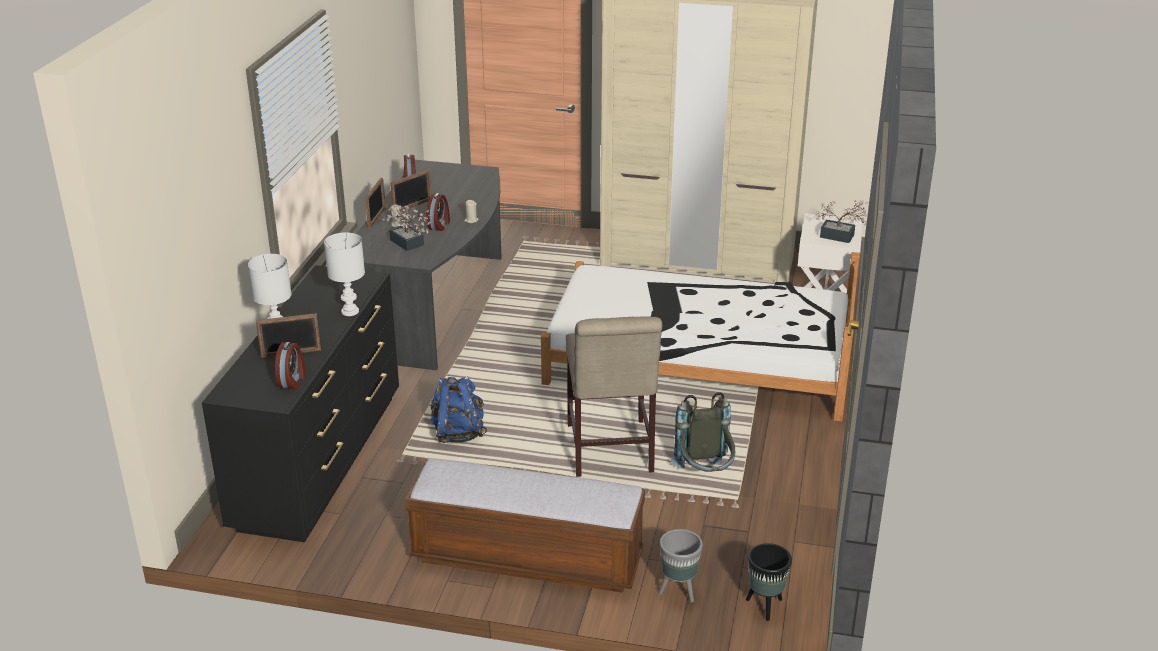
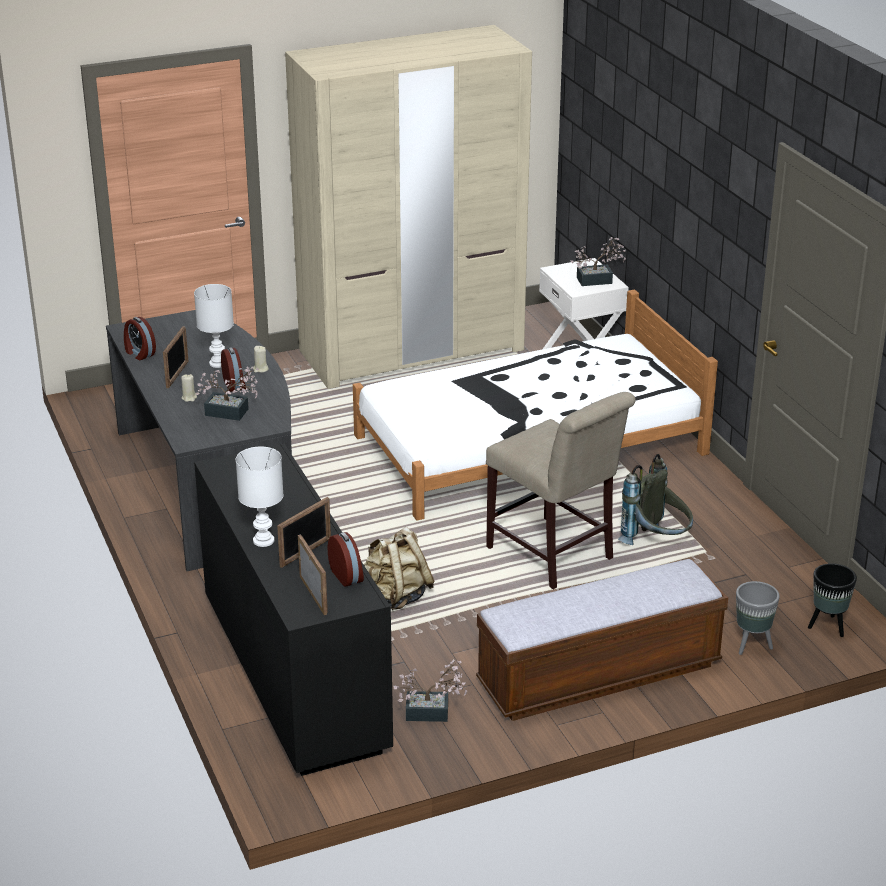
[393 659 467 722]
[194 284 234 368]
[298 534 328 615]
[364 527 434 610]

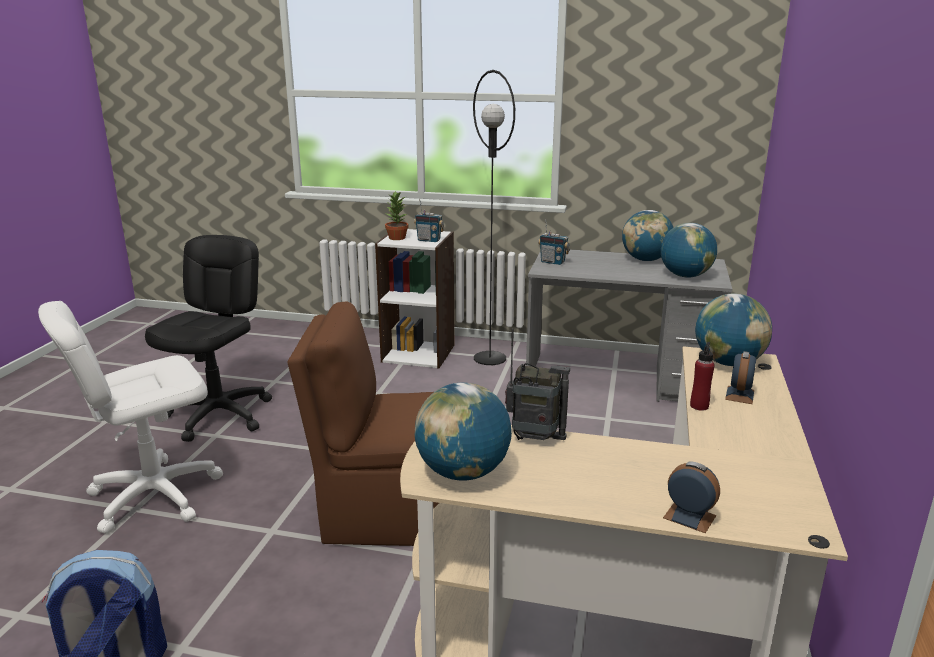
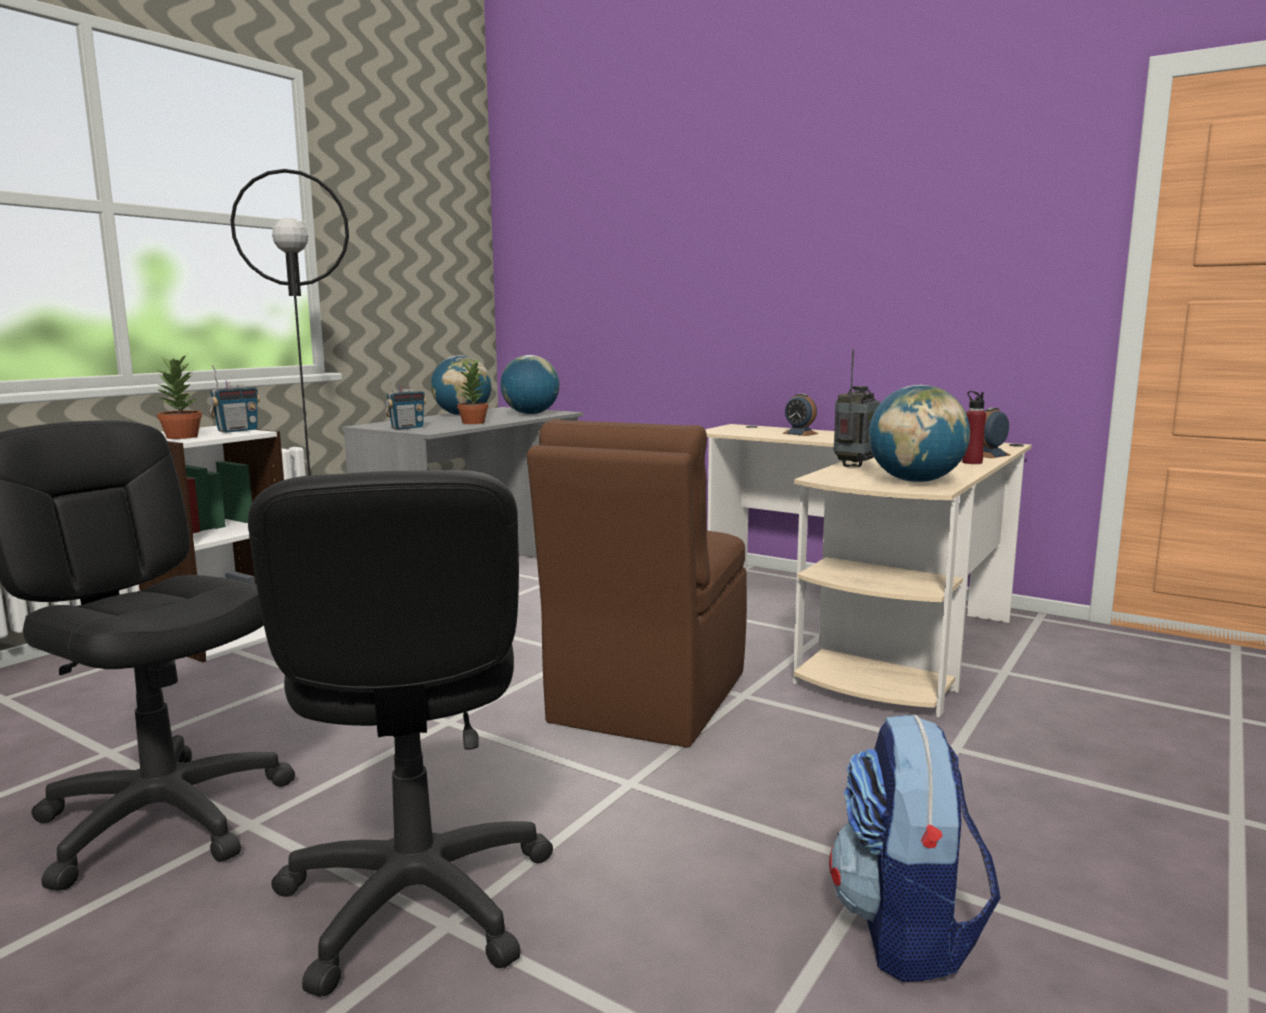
[695 294 772 366] (first image)
[457 359 488 424]
[962 391 986 464]
[248 470 553 997]

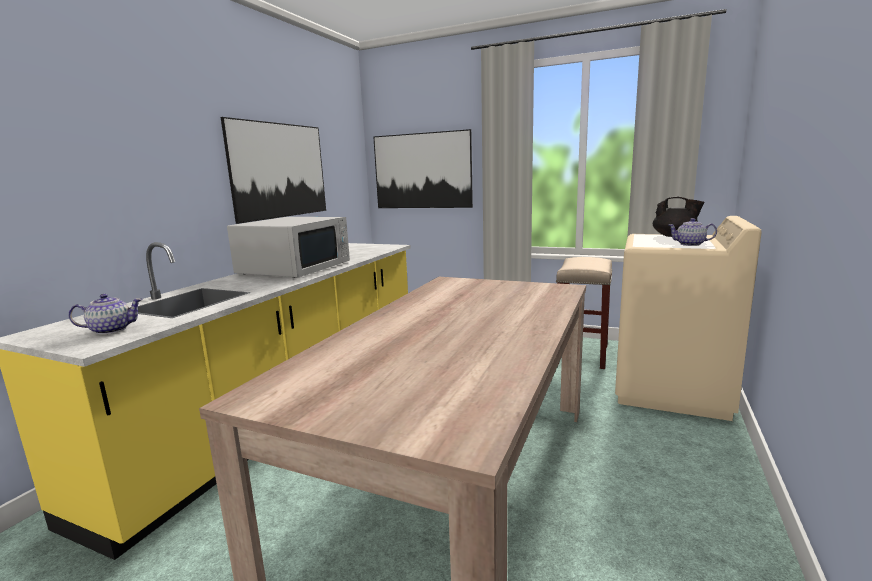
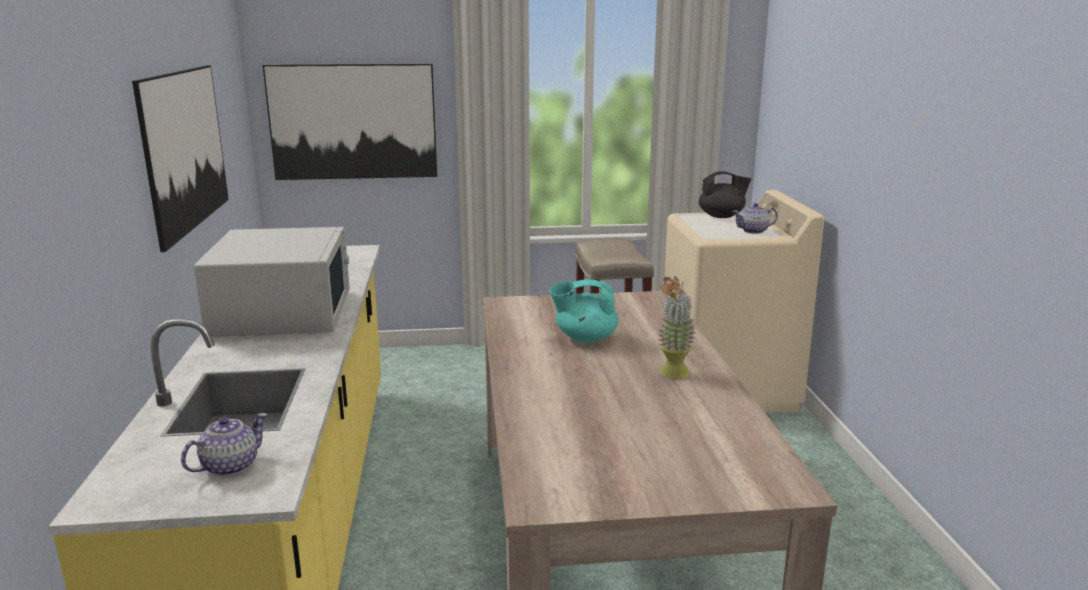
[550 280 618 343]
[657 276 696 379]

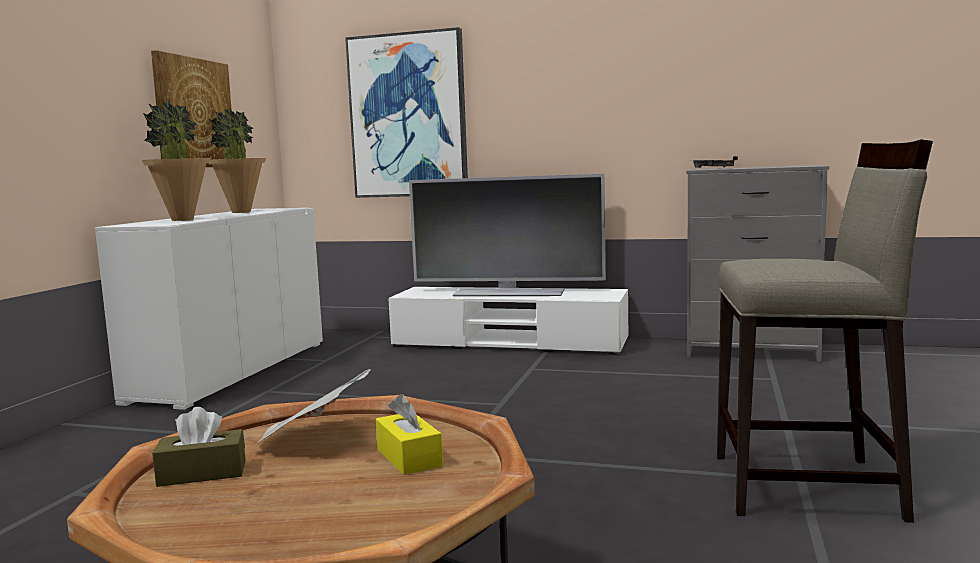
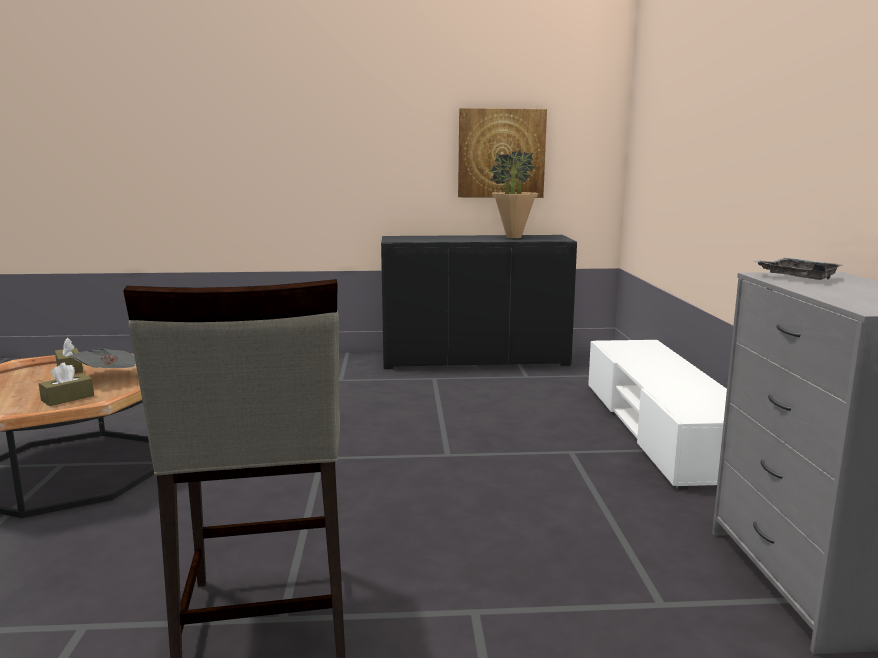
[142 100 211 221] (first image)
[345 27 468 198] (first image)
[409 174 606 296] (first image)
[381 235 577 369]
[39 363 94 406]

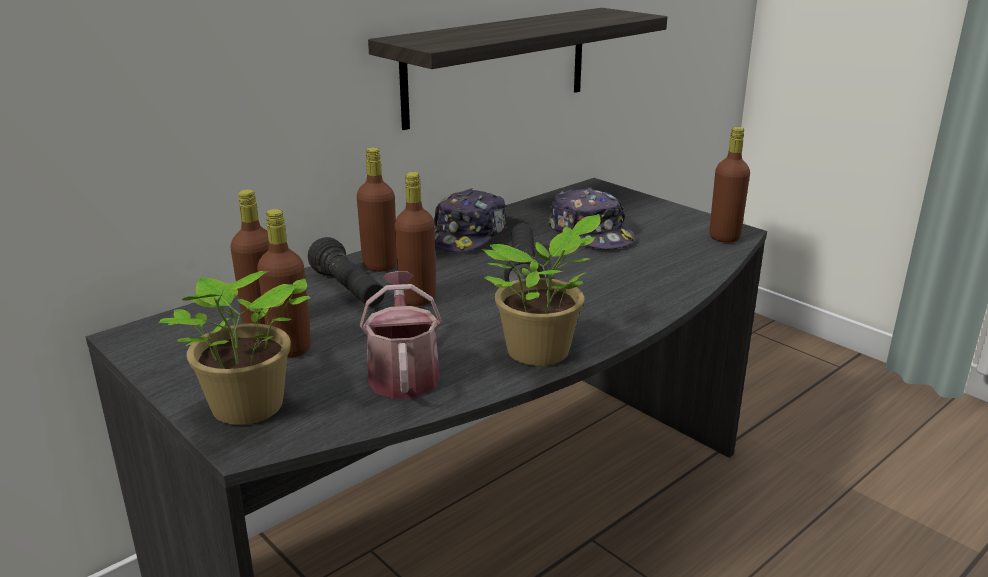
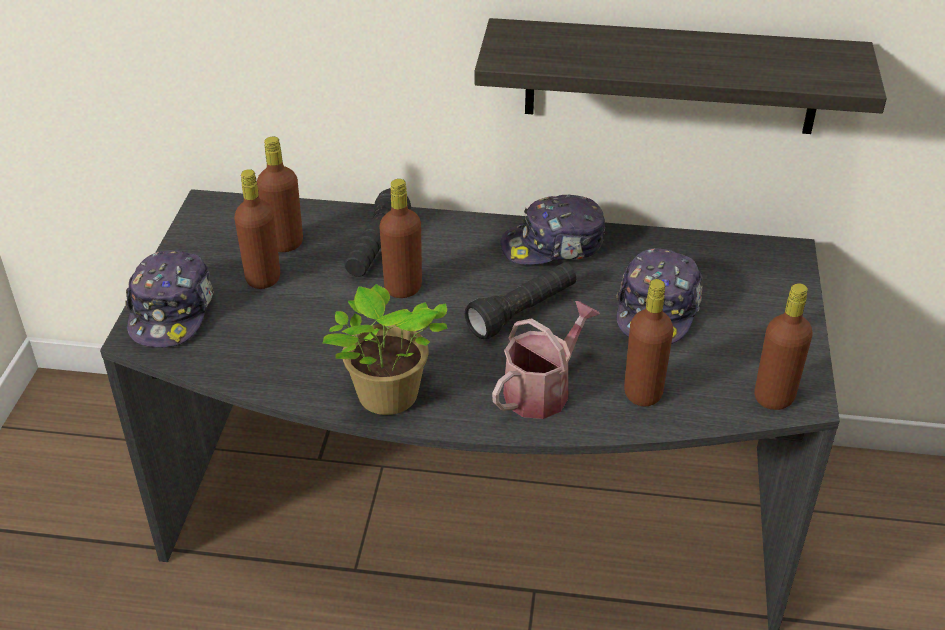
[624 279 673 406]
[492 301 600 419]
[125 250 214 348]

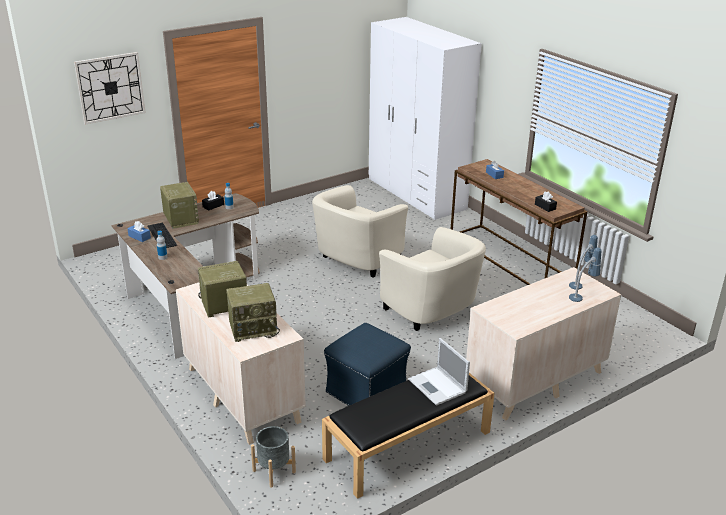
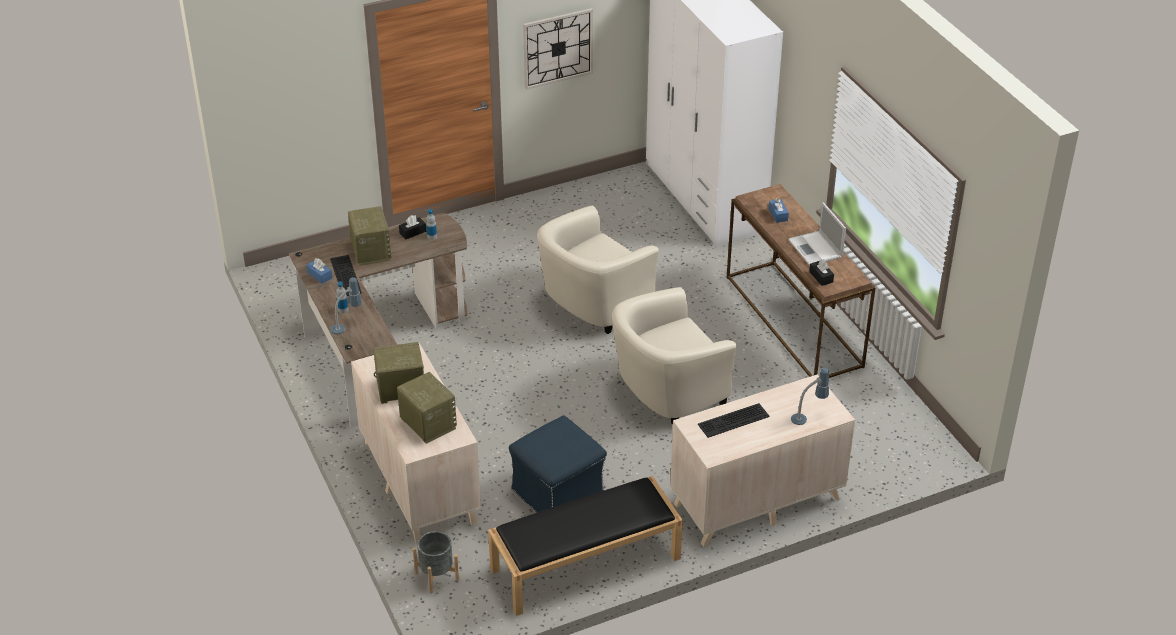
[698 403 770 438]
[523 8 593 90]
[788 202 846 266]
[331 277 362 334]
[397 372 457 444]
[612 287 737 425]

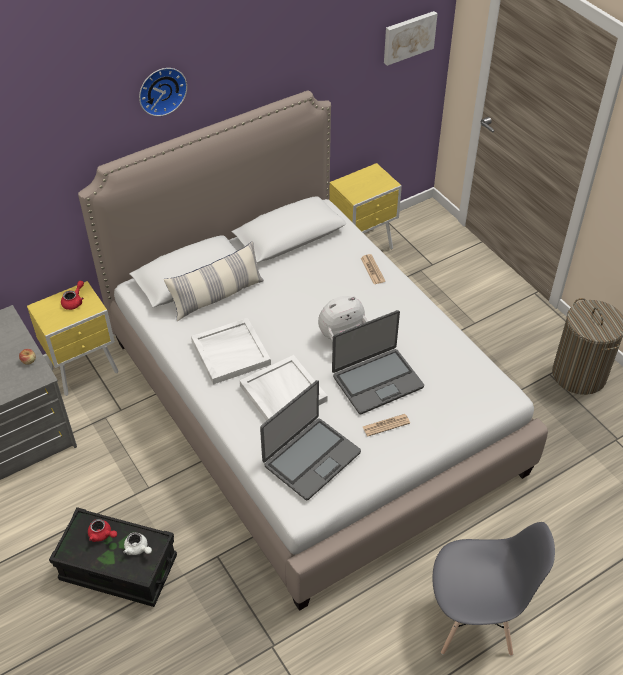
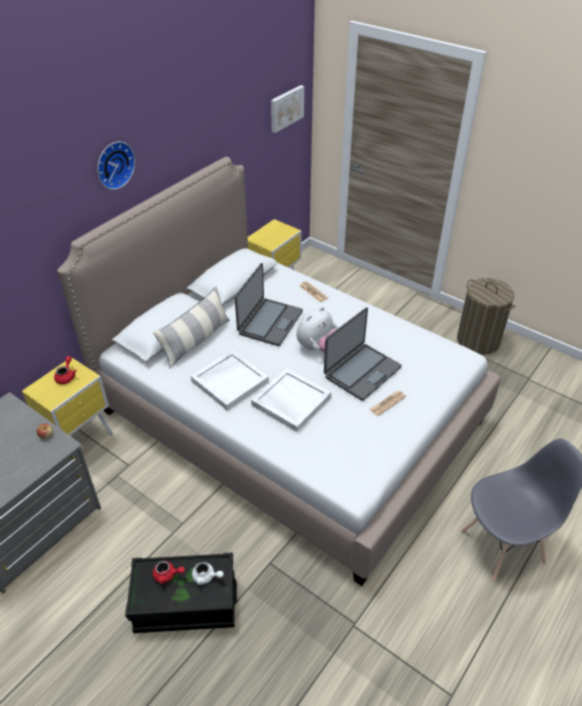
[235 263 303 346]

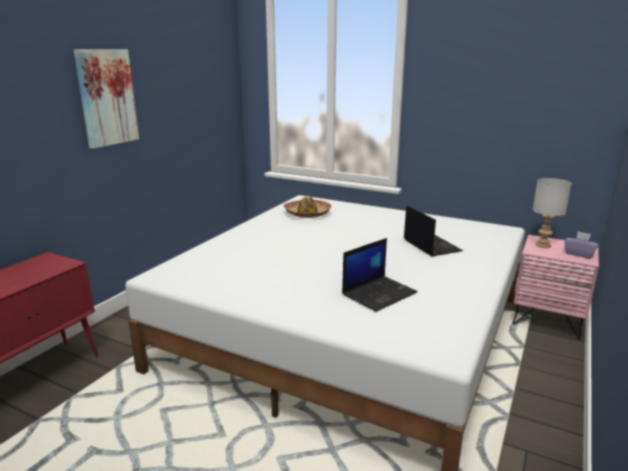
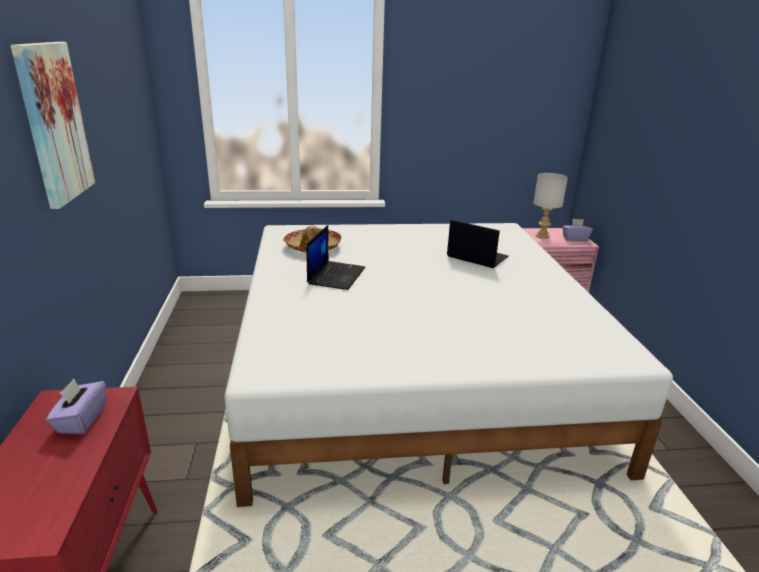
[46 379 106 434]
[306 225 365 290]

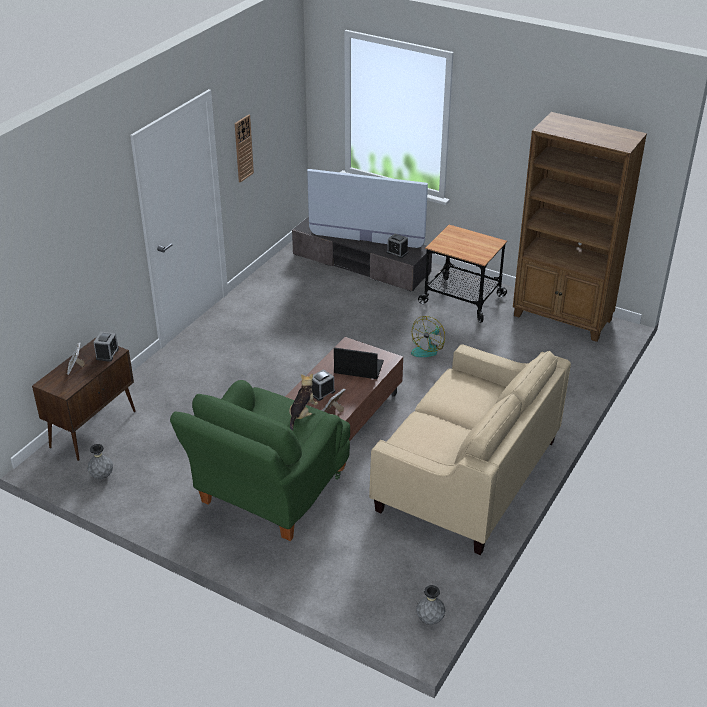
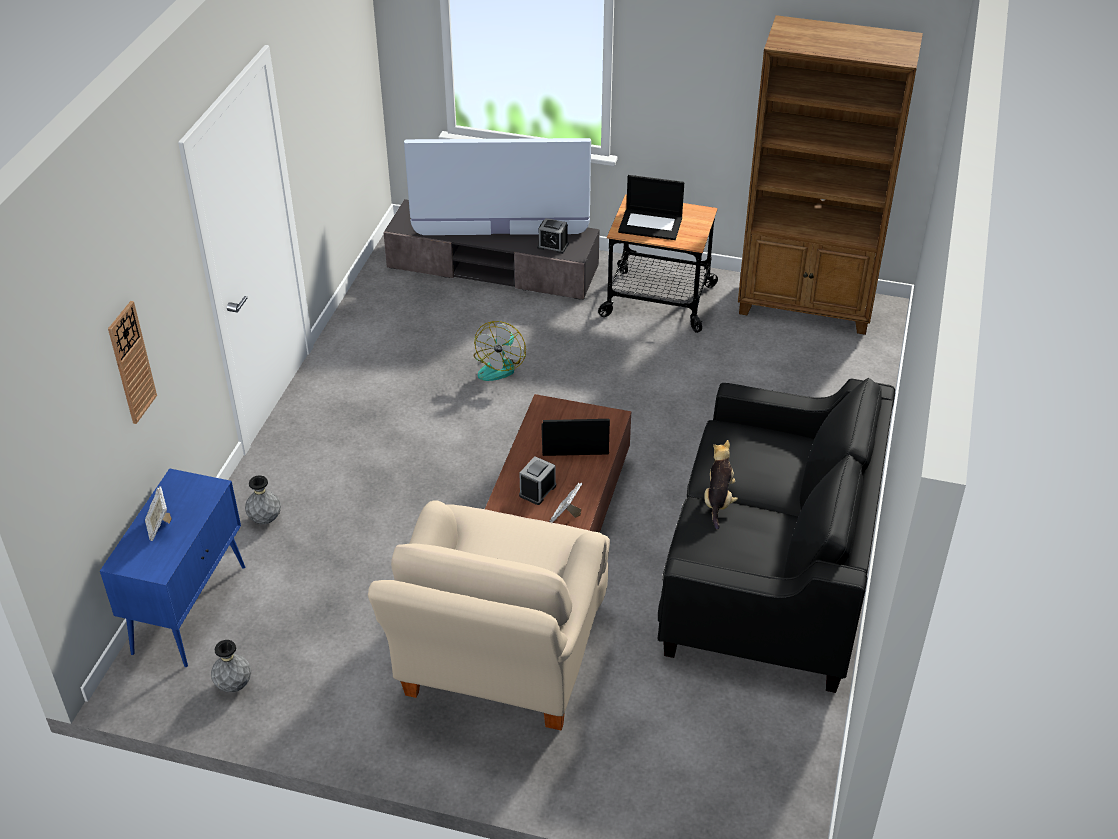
[93 332 119 362] (first image)
[618 175 684 240]
[108 301 157 424]
[704 440 738 530]
[474 321 526 381]
[245 475 281 524]
[100 468 245 667]
[368 500 610 730]
[658 378 895 693]

